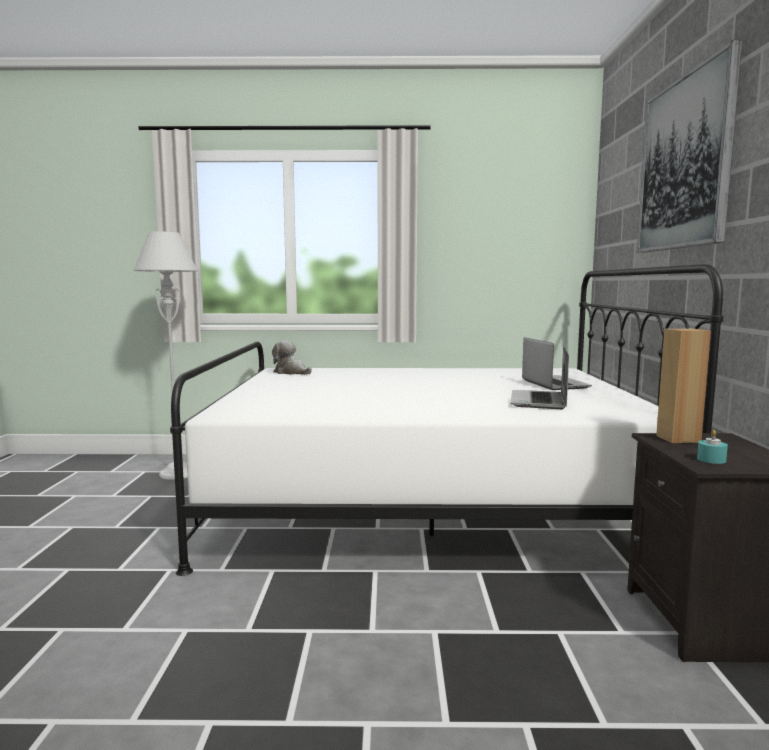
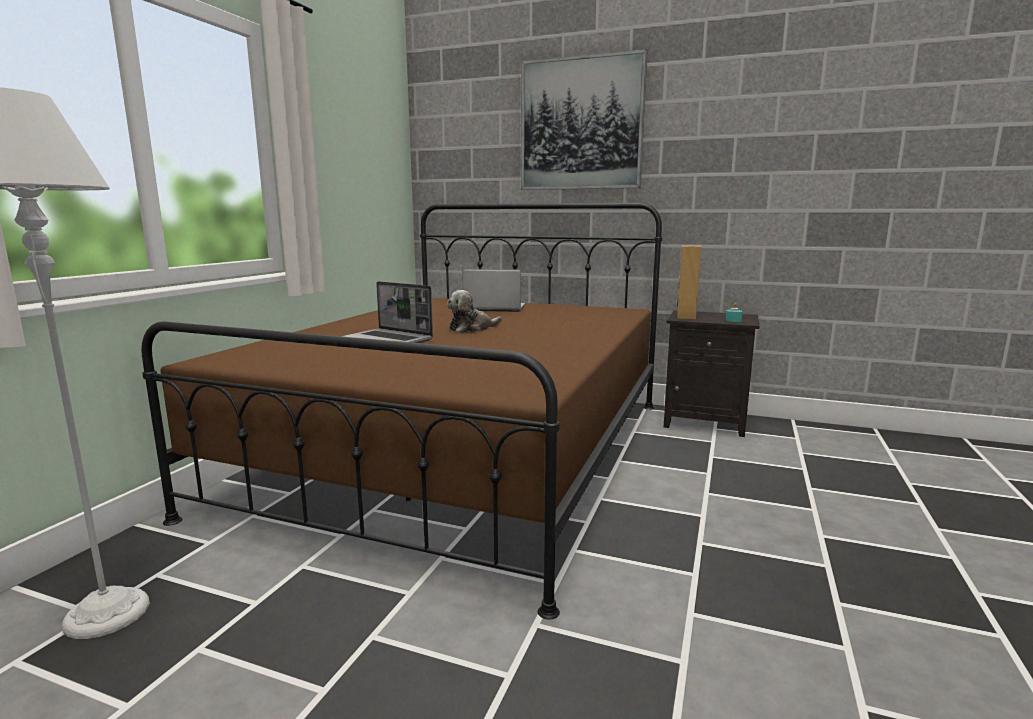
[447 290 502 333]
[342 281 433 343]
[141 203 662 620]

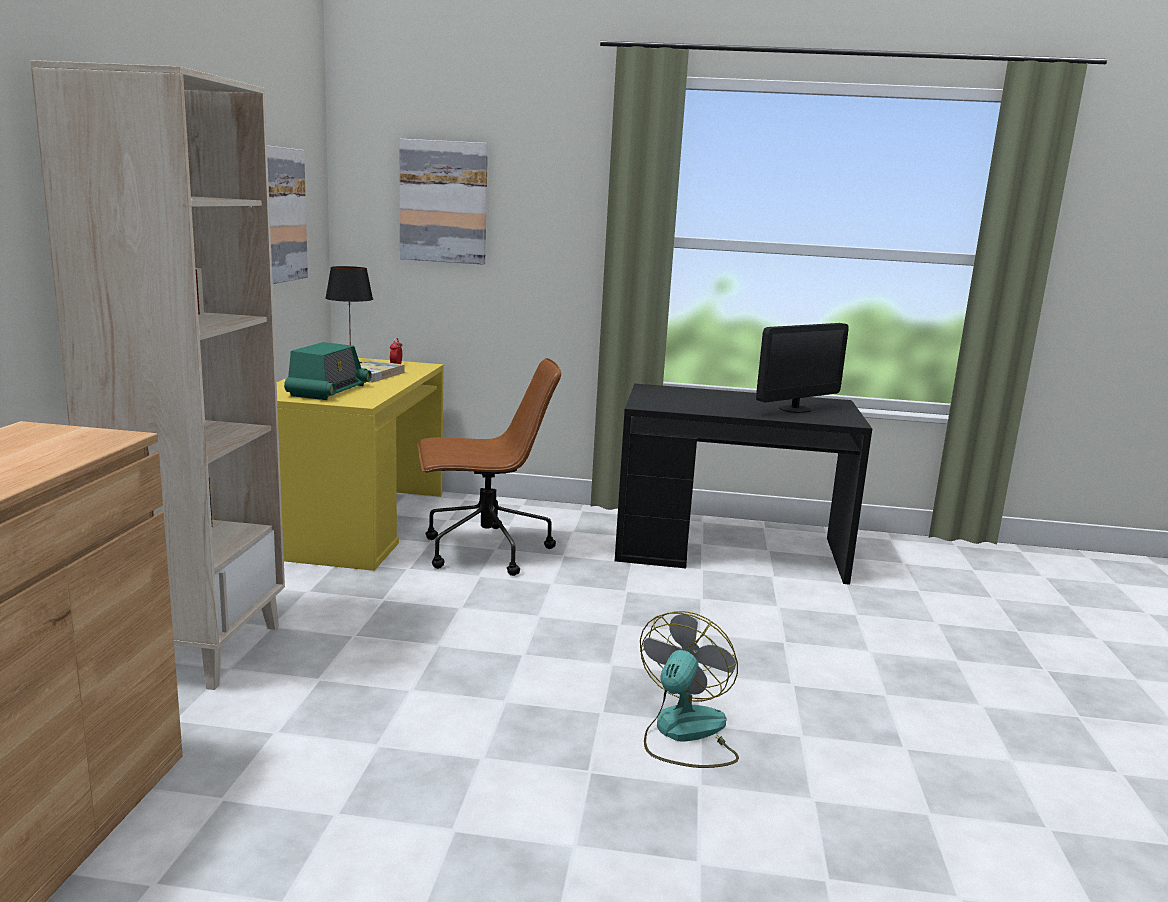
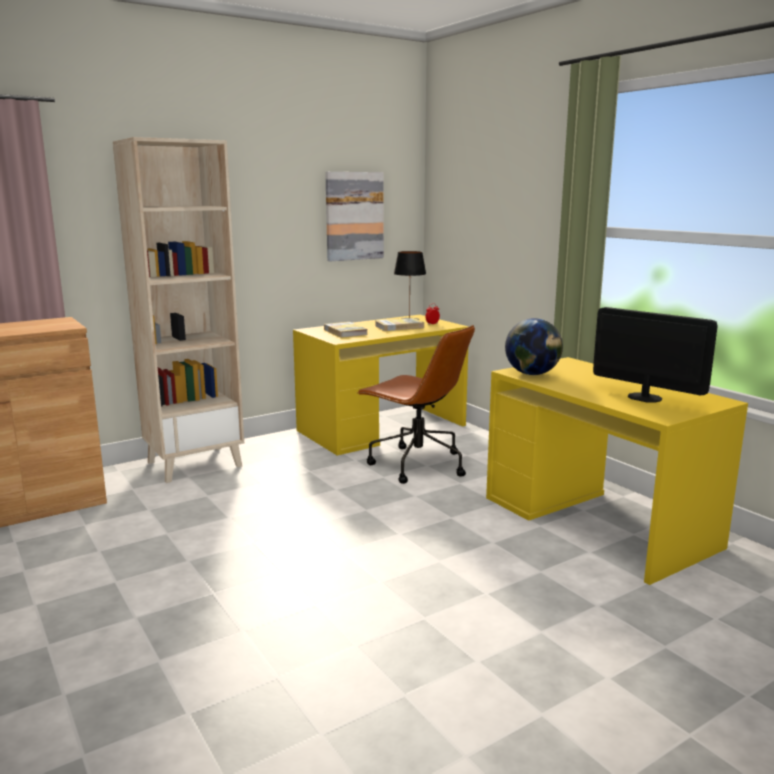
[400 139 488 264] (first image)
[640 611 739 768] (first image)
[505 318 563 375]
[324 322 367 338]
[486 357 748 585]
[593 307 718 402]

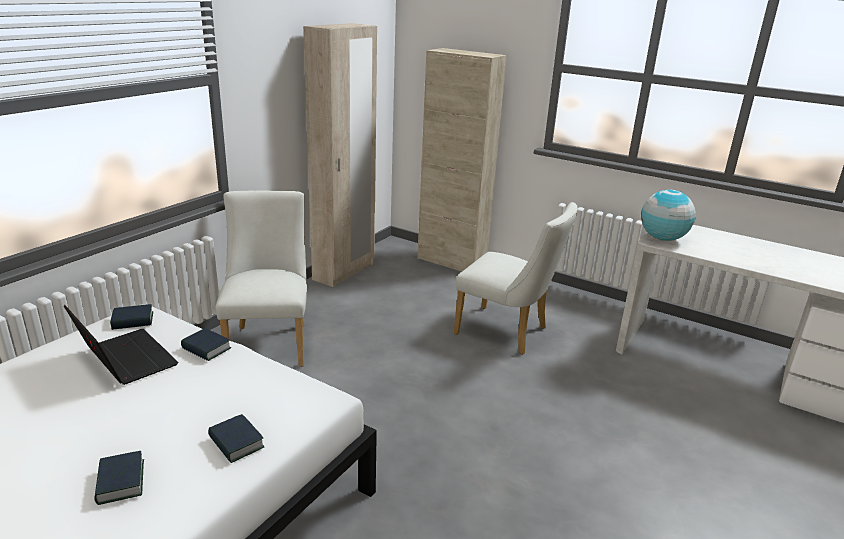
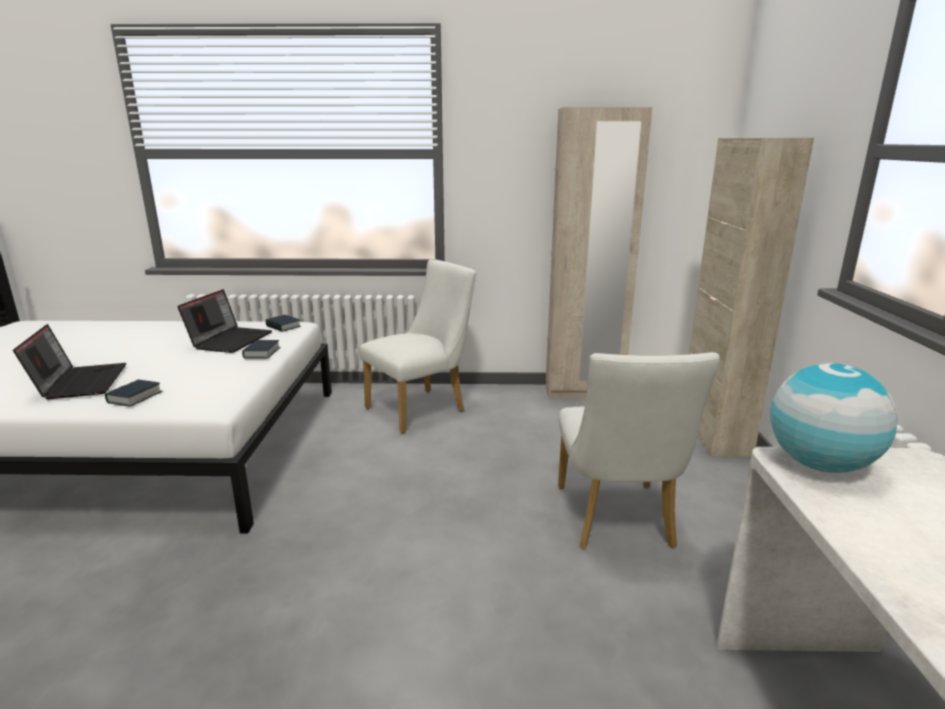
[13 324 126 399]

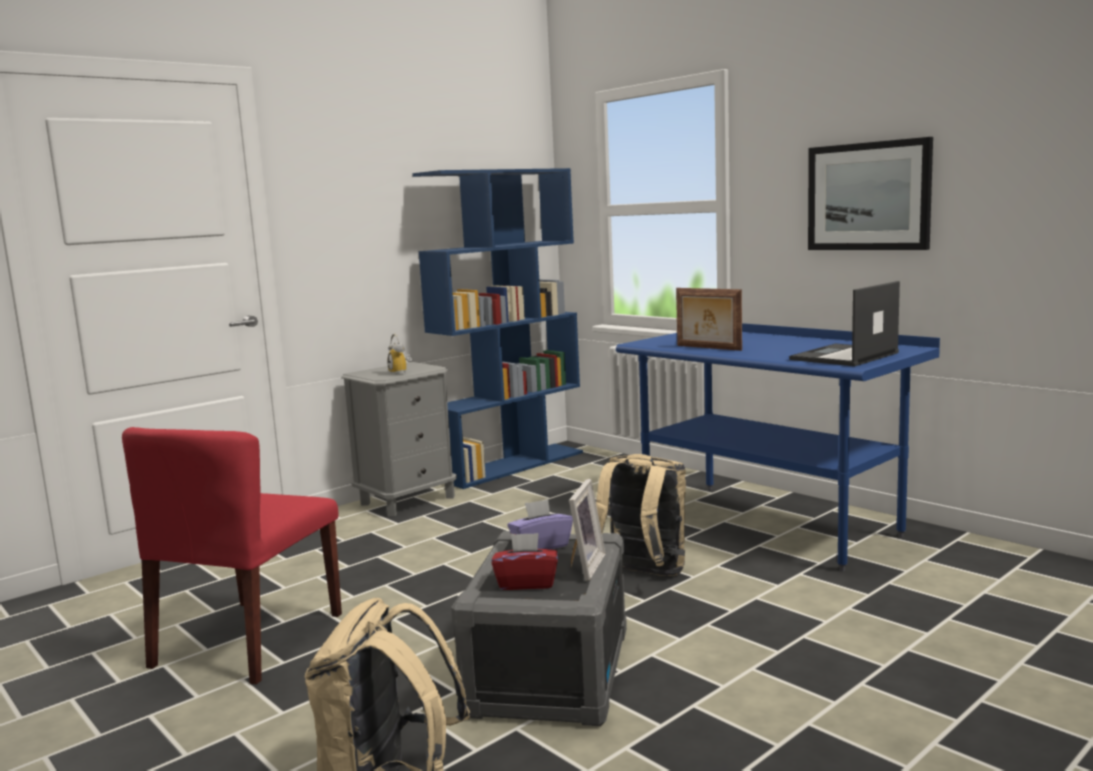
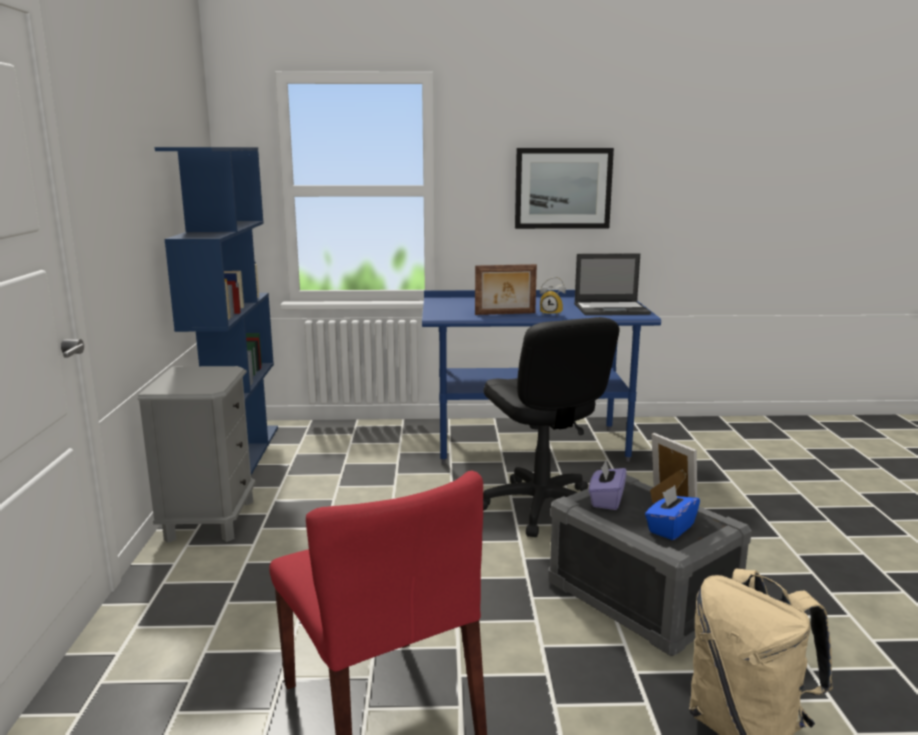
[540 277 566 316]
[483 317 619 537]
[645 485 700 540]
[574 253 651 315]

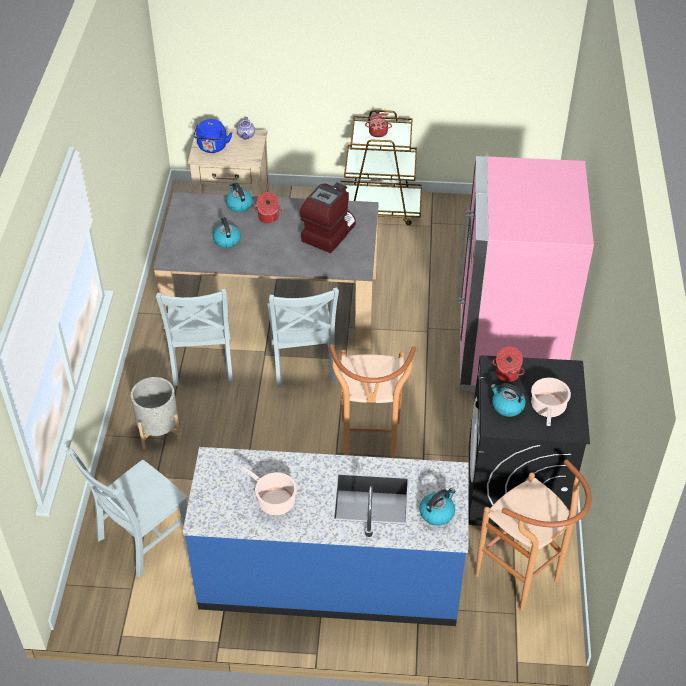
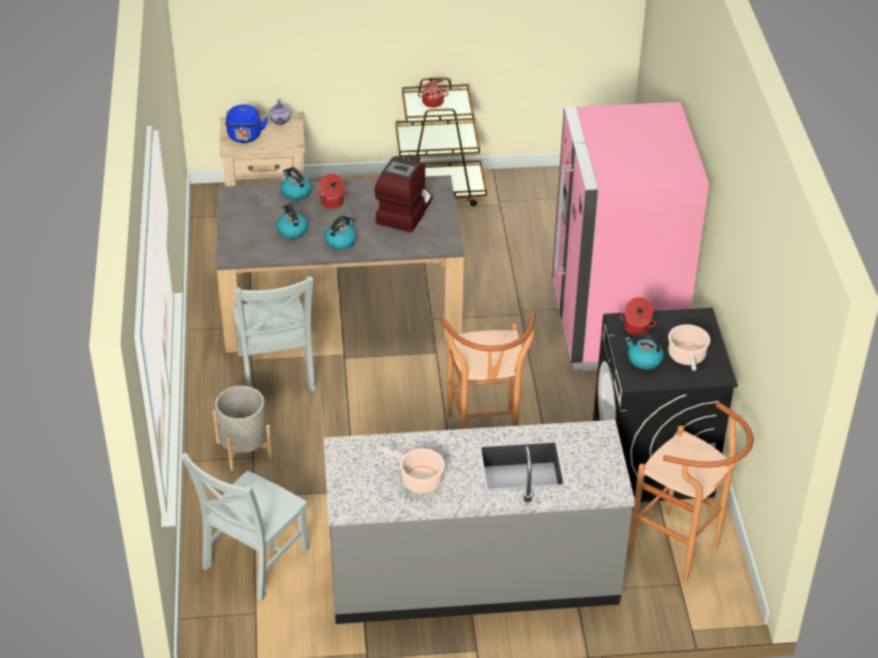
[267 287 339 388] (first image)
[324 216 356 250]
[323 420 635 624]

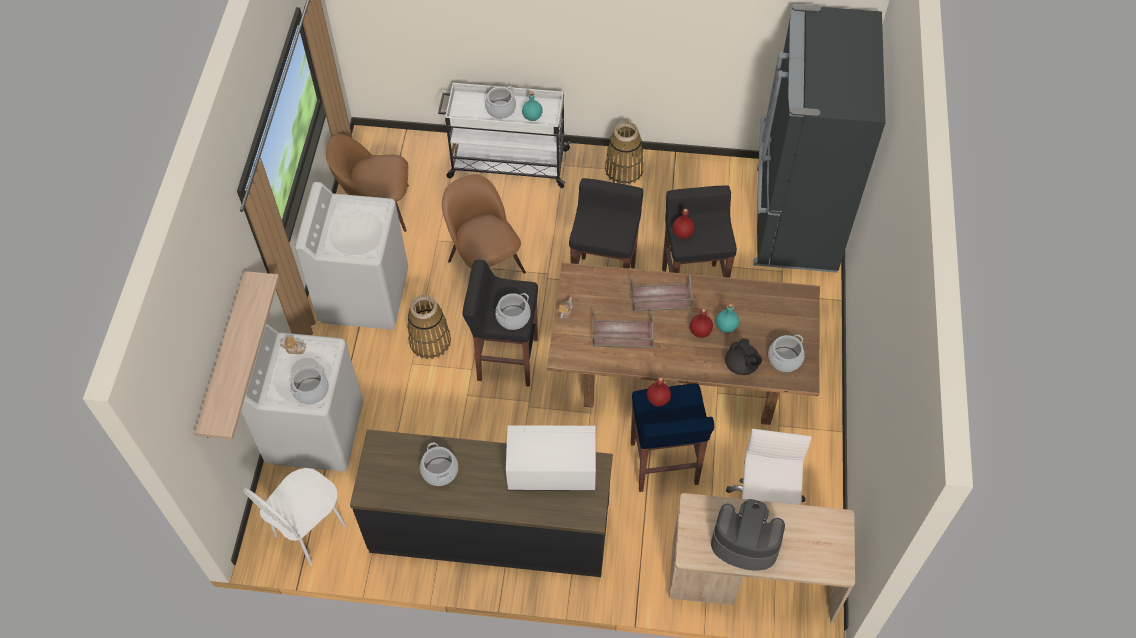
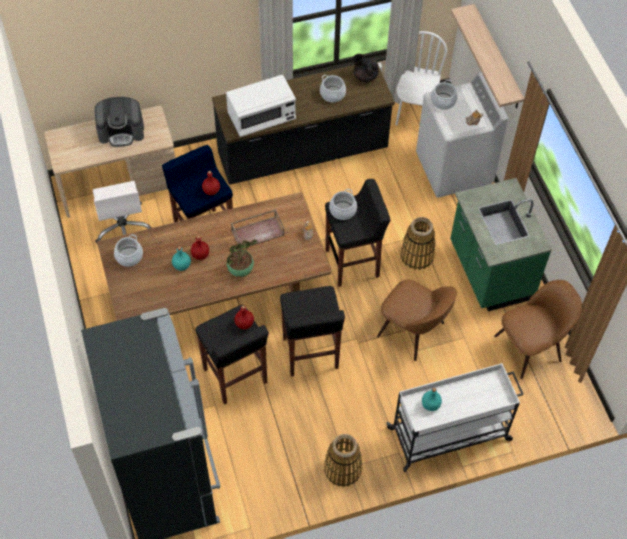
[485 86 516 119] (first image)
[352 54 379 82]
[450 178 552 311]
[226 239 258 277]

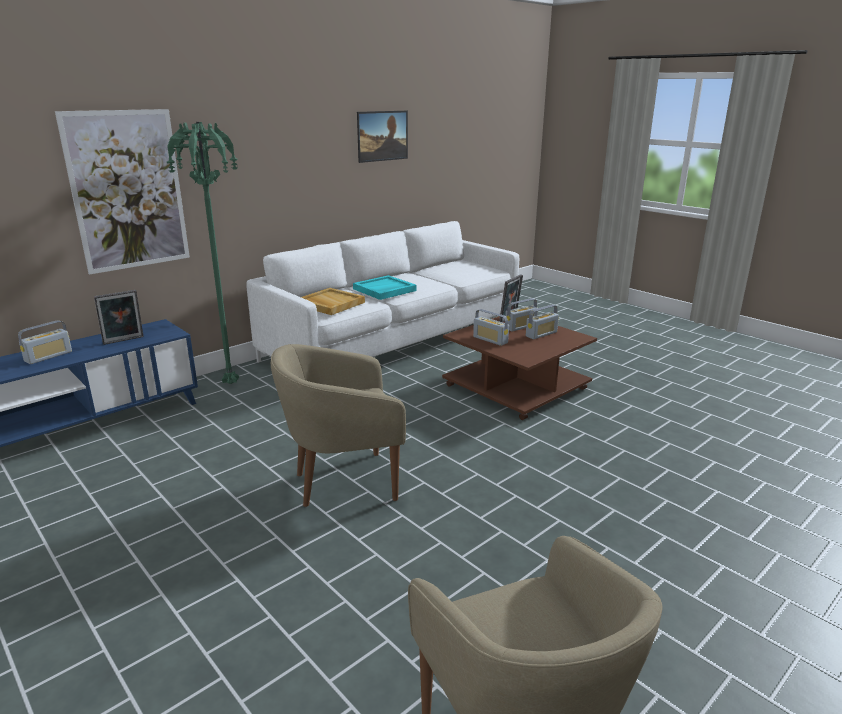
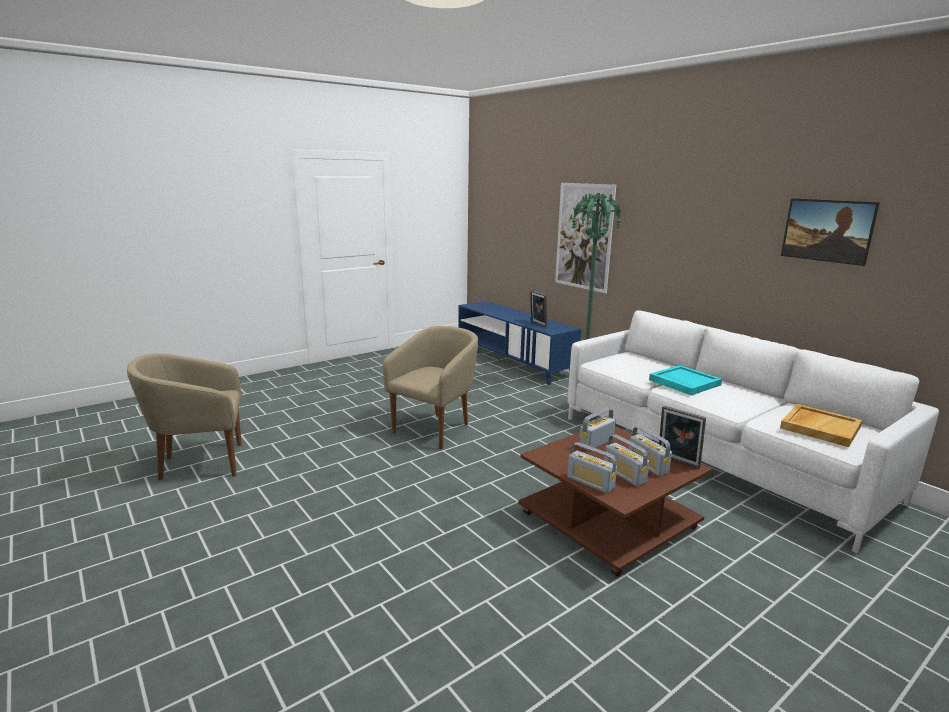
[567 442 617 493]
[780 404 862 447]
[383 326 478 449]

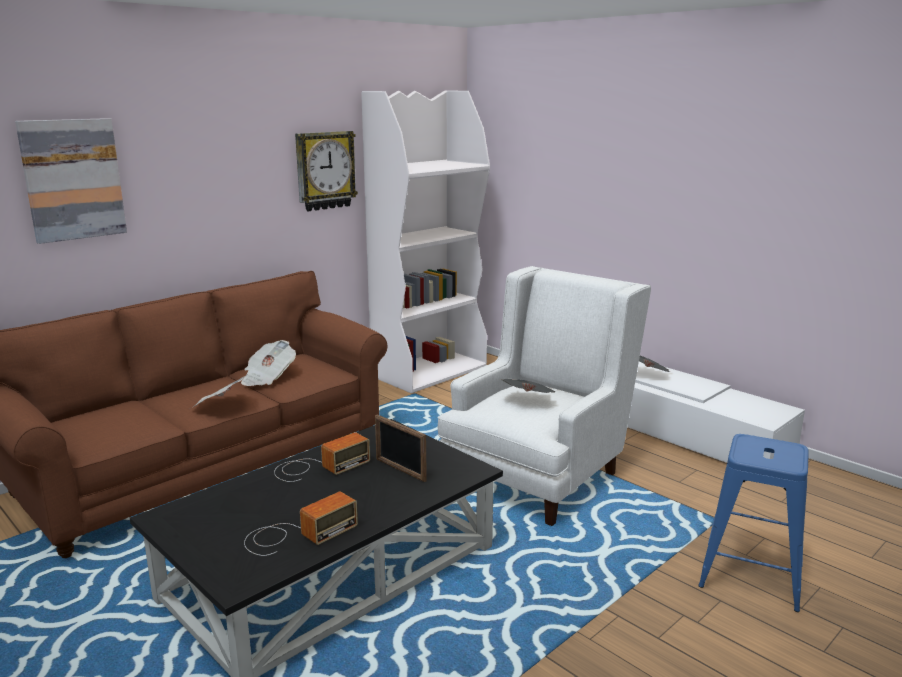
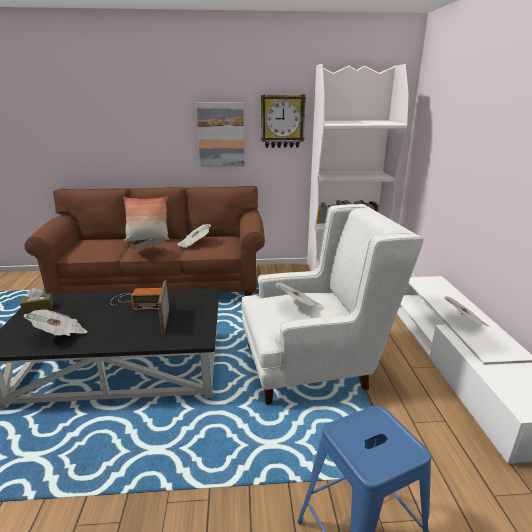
[20 288 53 313]
[123 197 170 242]
[196 103 245 167]
[24 310 87 336]

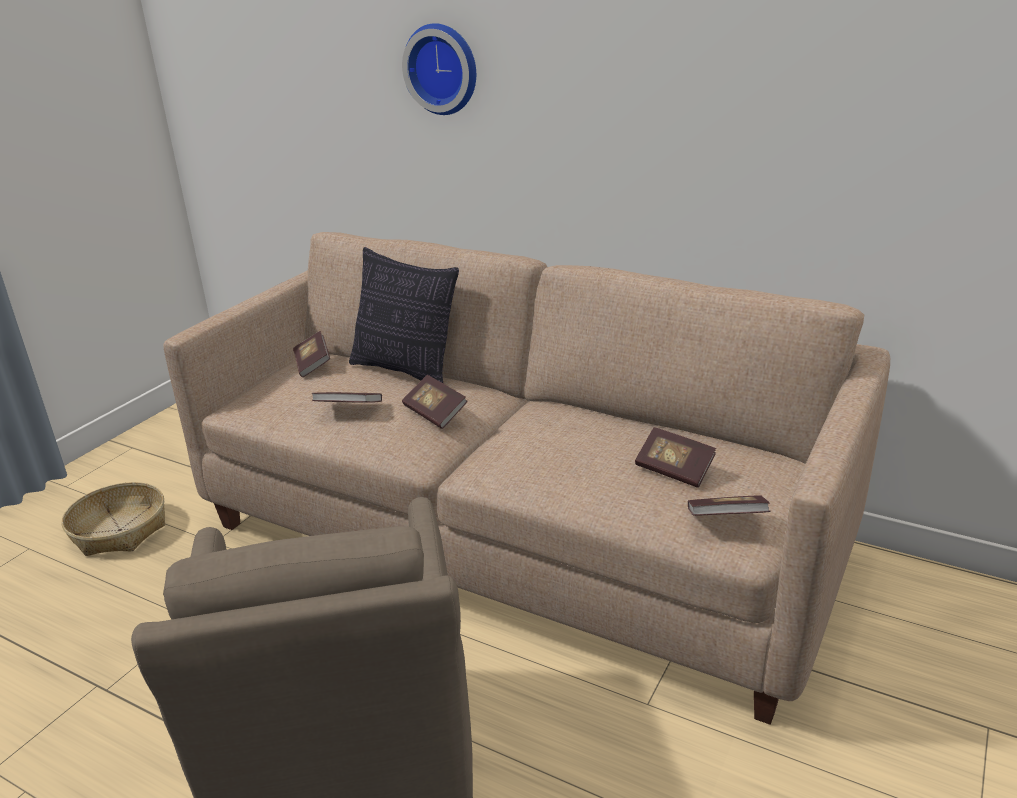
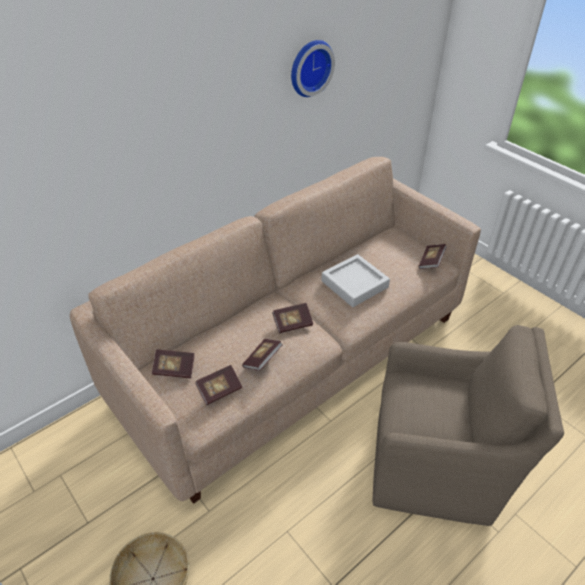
[349 247 459 384] (first image)
[321 254 390 307]
[291 40 335 97]
[195 365 242 405]

